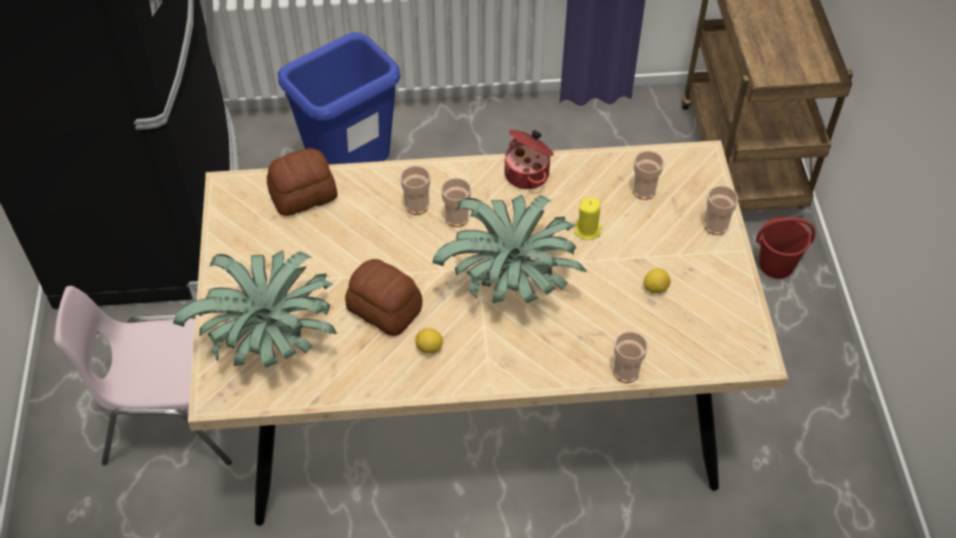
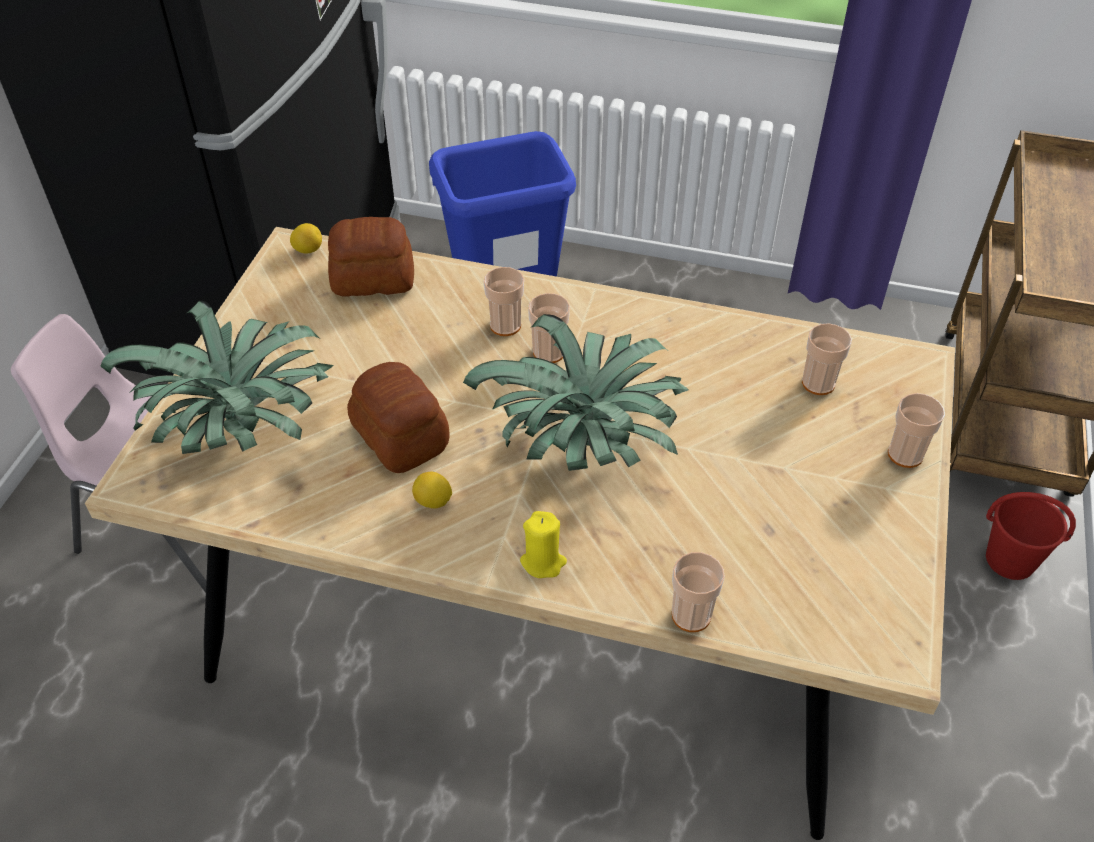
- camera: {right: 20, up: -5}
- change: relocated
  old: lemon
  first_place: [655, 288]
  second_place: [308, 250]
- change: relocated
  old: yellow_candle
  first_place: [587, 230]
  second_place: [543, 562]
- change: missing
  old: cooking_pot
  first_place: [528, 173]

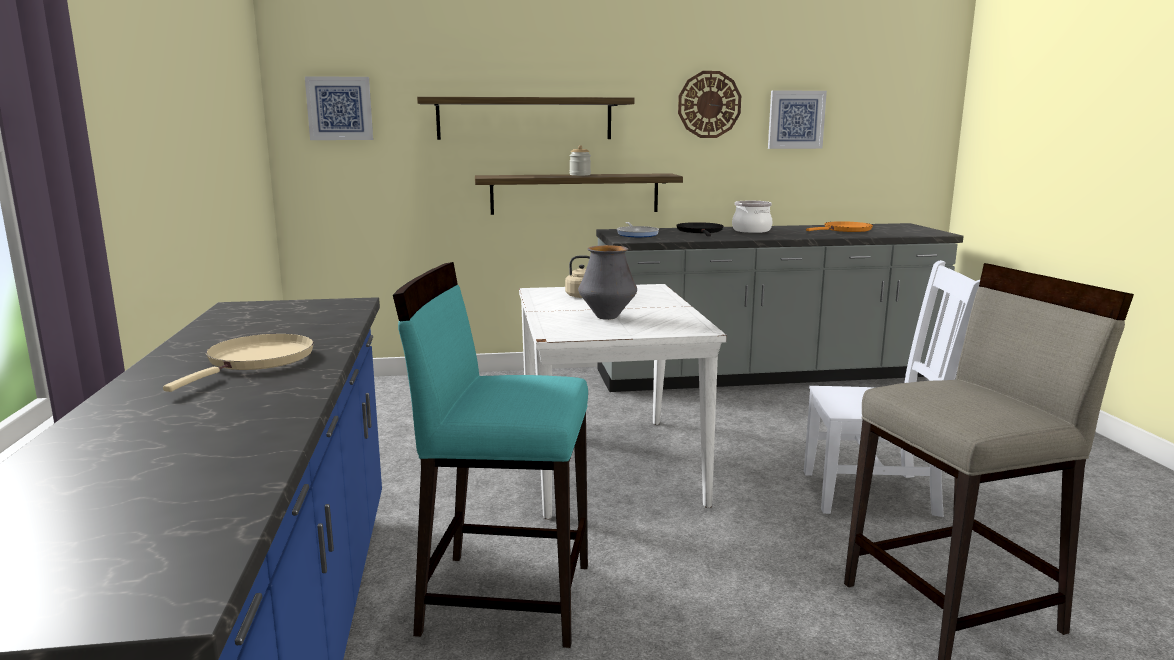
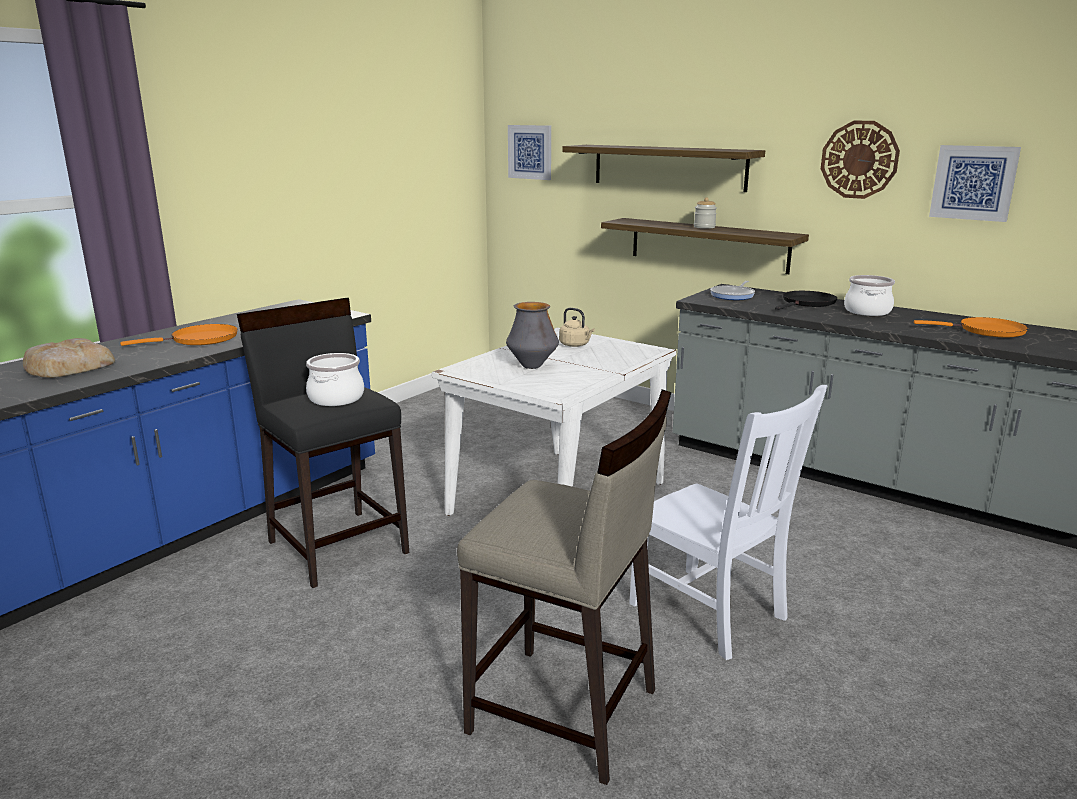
- camera: {right: 45, up: 5}
- change: appeared
  new: bread
  second_place: [67, 366]
- change: colour
  old: beige_frying_pan
  new: orange_frying_pan
  first_place: [257, 361]
  second_place: [200, 339]
- change: colour
  old: turquoise_stool
  new: black_stool
  first_place: [505, 597]
  second_place: [338, 546]
- change: appeared
  new: cooking_pot
  second_place: [336, 398]

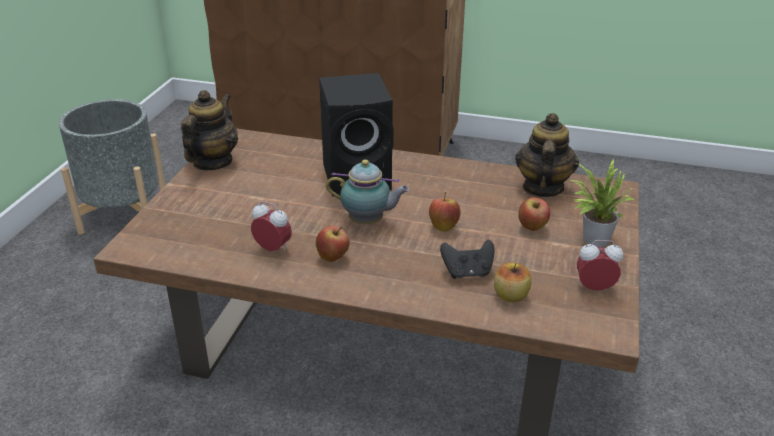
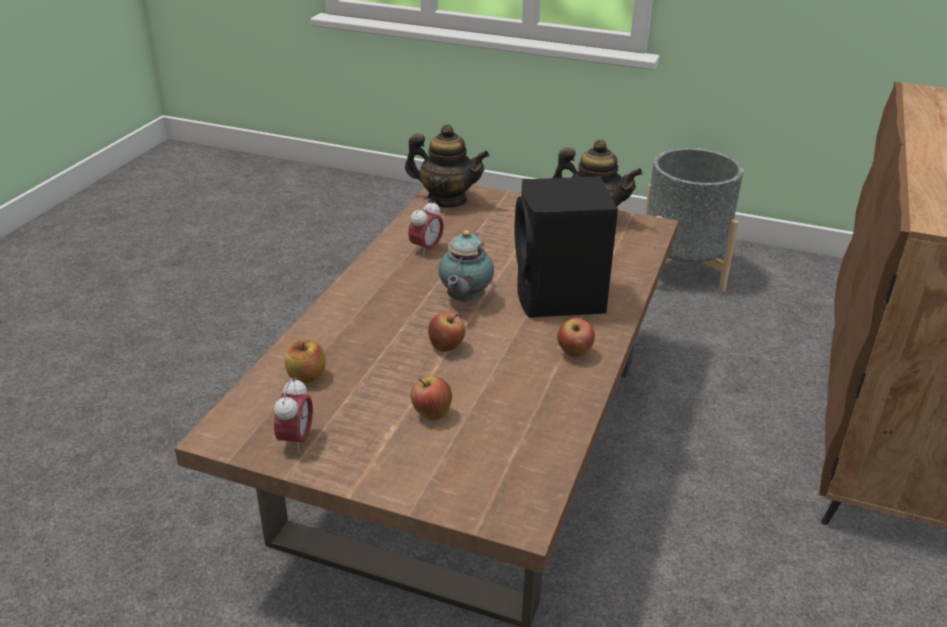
- camera: {right: 95, up: 0}
- change: relocated
  old: teapot
  first_place: [542, 188]
  second_place: [447, 200]
- change: relocated
  old: apple
  first_place: [333, 257]
  second_place: [574, 353]
- change: missing
  old: black_game_controller
  first_place: [467, 272]
- change: missing
  old: potted_plant
  first_place: [592, 239]

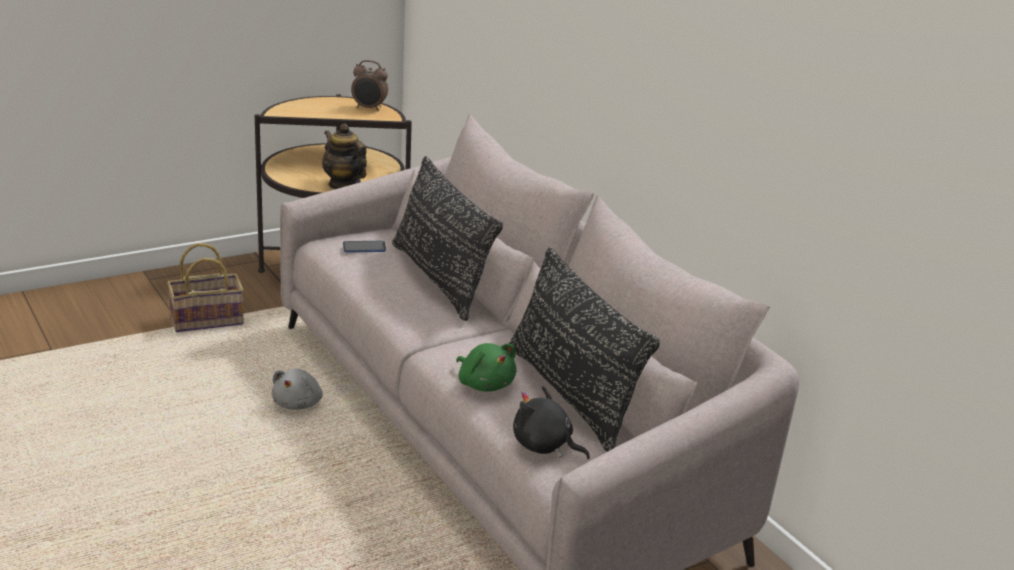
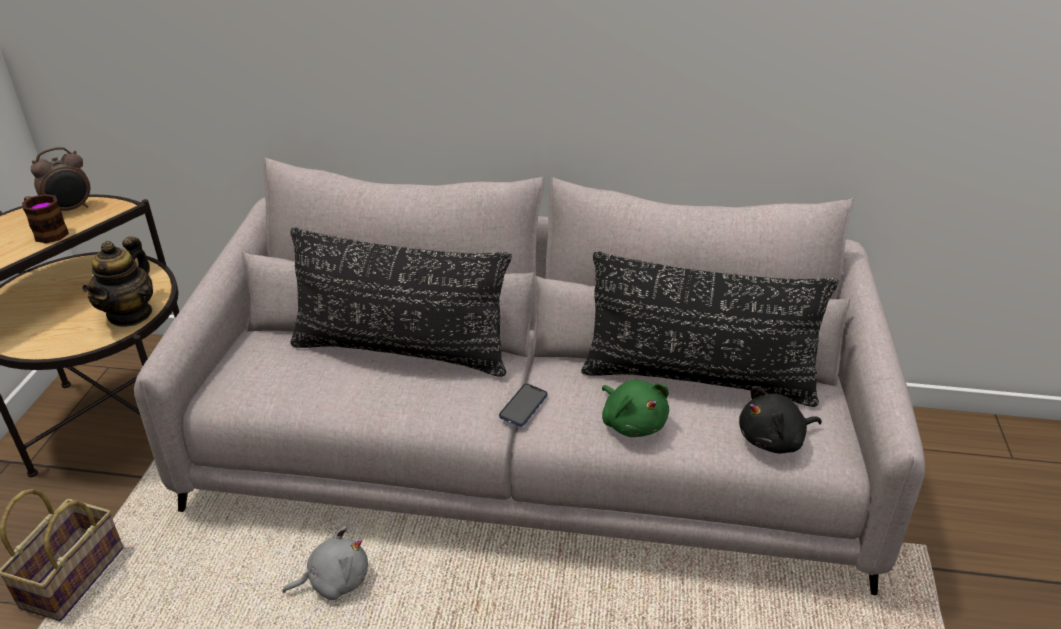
- camera: {right: -50, up: 10}
- change: appeared
  new: mug
  second_place: [47, 232]
- change: spun
  old: teapot
  first_place: [344, 184]
  second_place: [130, 314]
  degrees: -75
- change: spun
  old: grey_plush_toy
  first_place: [298, 404]
  second_place: [334, 581]
  degrees: -75
- change: relocated
  old: phone
  first_place: [364, 248]
  second_place: [523, 406]
- change: spun
  old: green_plush_toy
  first_place: [485, 384]
  second_place: [632, 422]
  degrees: 60

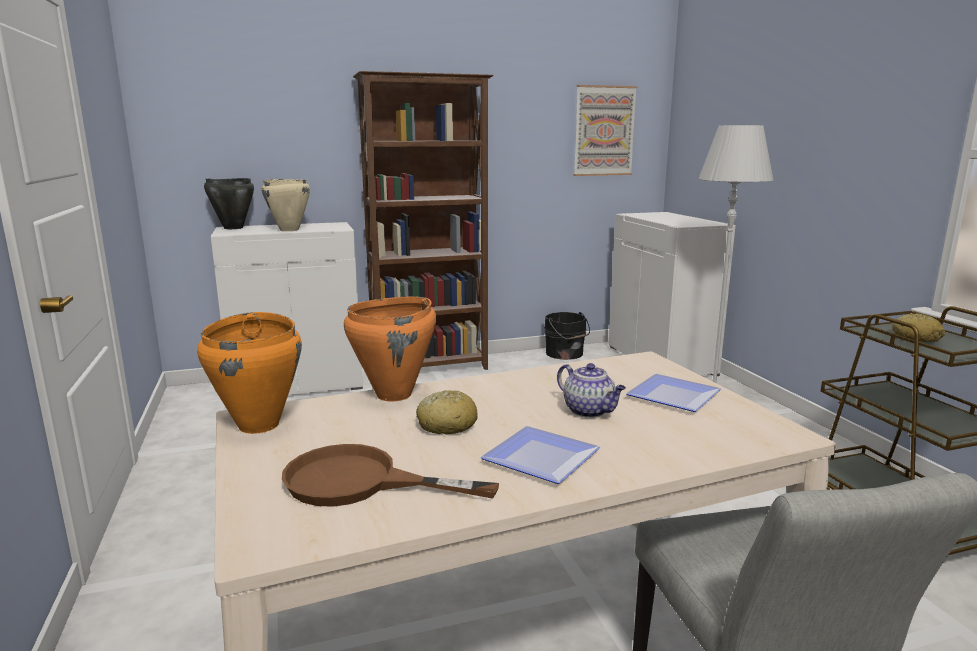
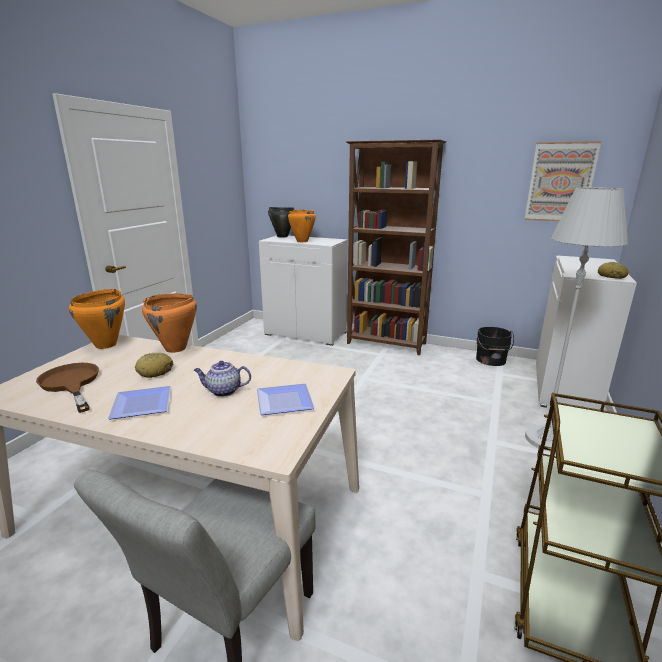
- camera: {right: 40, up: 5}
- change: spun
  old: teapot
  first_place: [590, 411]
  second_place: [223, 391]
  degrees: 90
- change: colour
  old: beige_cooking_pot
  new: orange_cooking_pot
  first_place: [289, 230]
  second_place: [302, 241]
- change: relocated
  old: bread
  first_place: [916, 338]
  second_place: [611, 276]

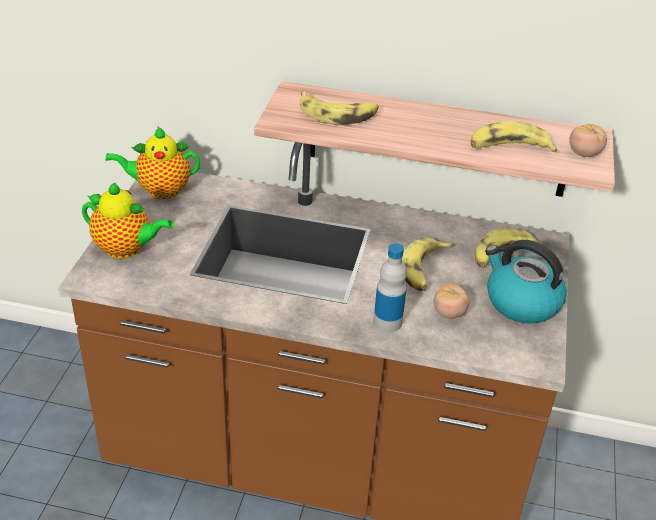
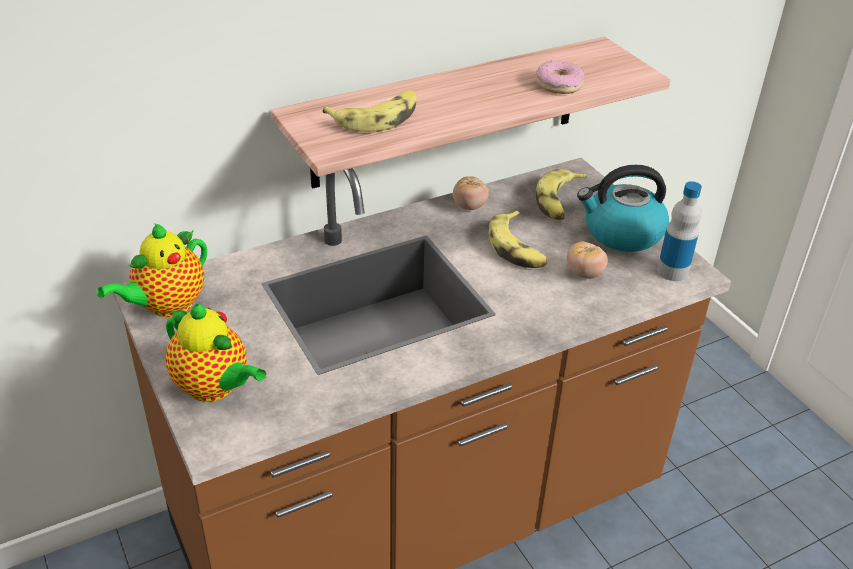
- camera: {right: -40, up: 0}
- change: spun
  old: teapot
  first_place: [126, 249]
  second_place: [215, 388]
  degrees: 60
- change: relocated
  old: tomato
  first_place: [584, 154]
  second_place: [469, 206]
- change: exchanged
  old: banana
  new: donut
  first_place: [509, 148]
  second_place: [559, 85]
- change: relocated
  old: bottle
  first_place: [387, 322]
  second_place: [672, 271]

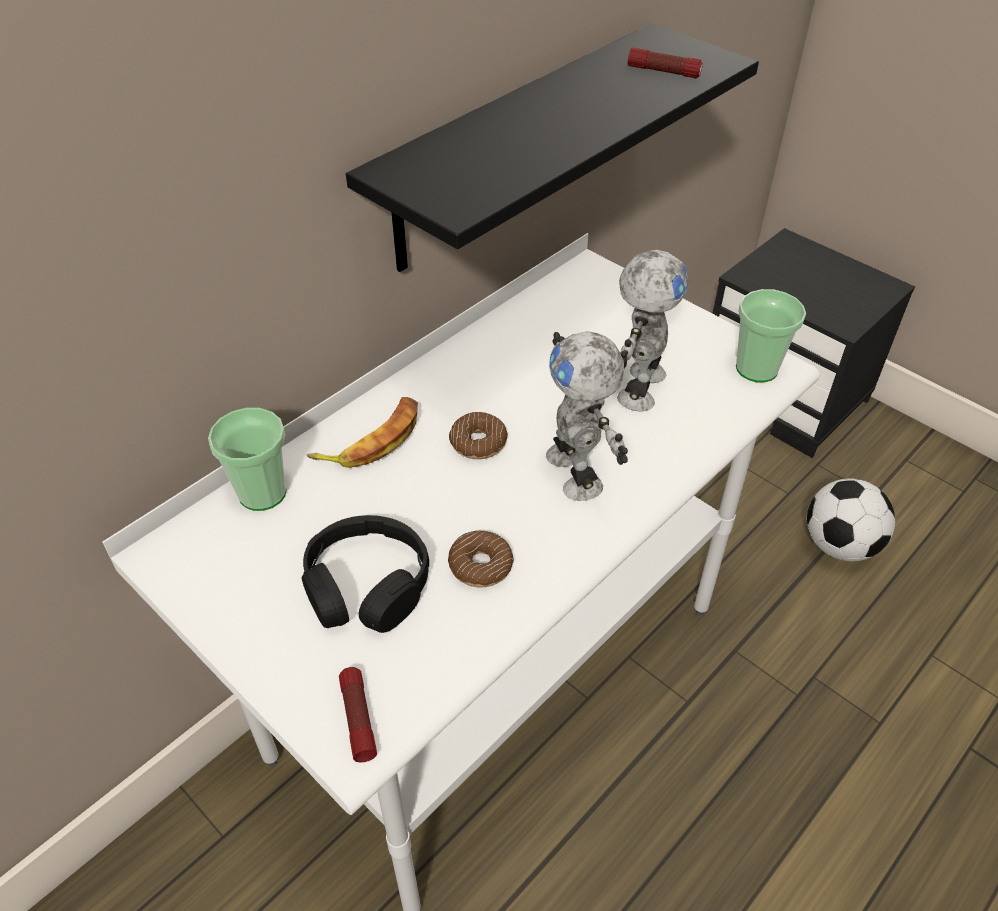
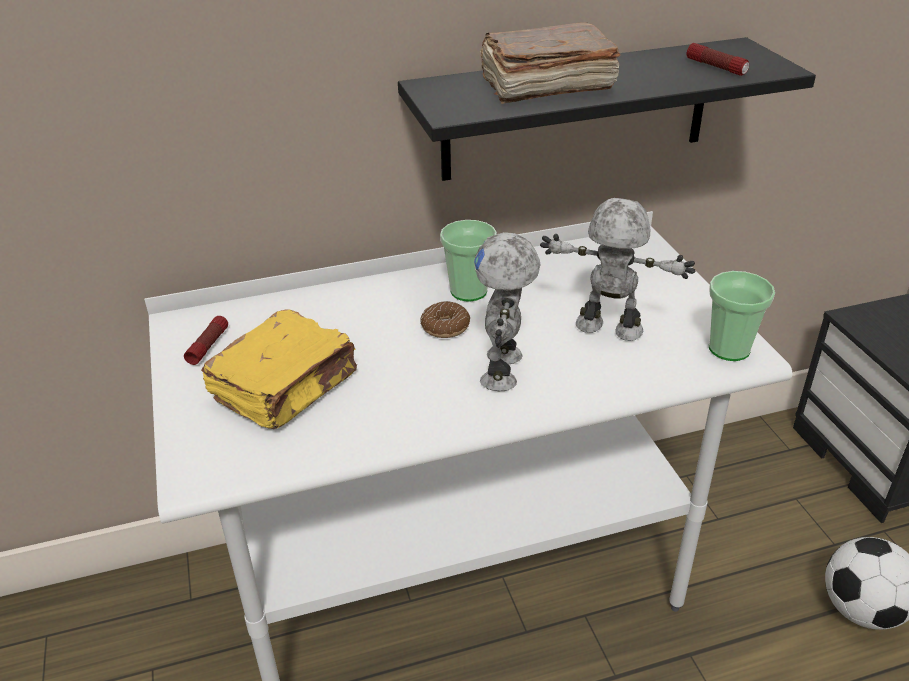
- camera: {right: 30, up: -10}
- change: relocated
  old: flashlight
  first_place: [358, 719]
  second_place: [208, 346]
- change: exchanged
  old: black_headphones
  new: yellow_book
  first_place: [367, 586]
  second_place: [287, 387]
- change: relocated
  old: cup
  first_place: [262, 493]
  second_place: [468, 291]
- change: appeared
  new: brown_book
  second_place: [544, 86]
- change: spun
  old: toy_robot
  first_place: [638, 387]
  second_place: [608, 330]
  degrees: -120
- change: missing
  old: banana
  first_place: [372, 439]
- change: missing
  old: donut
  first_place: [480, 565]

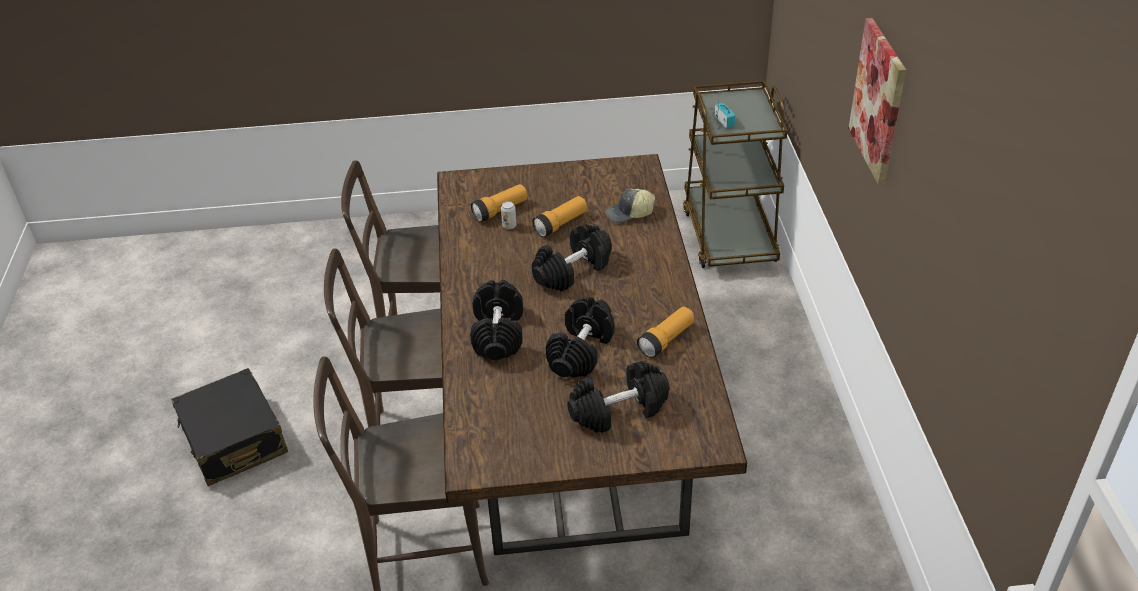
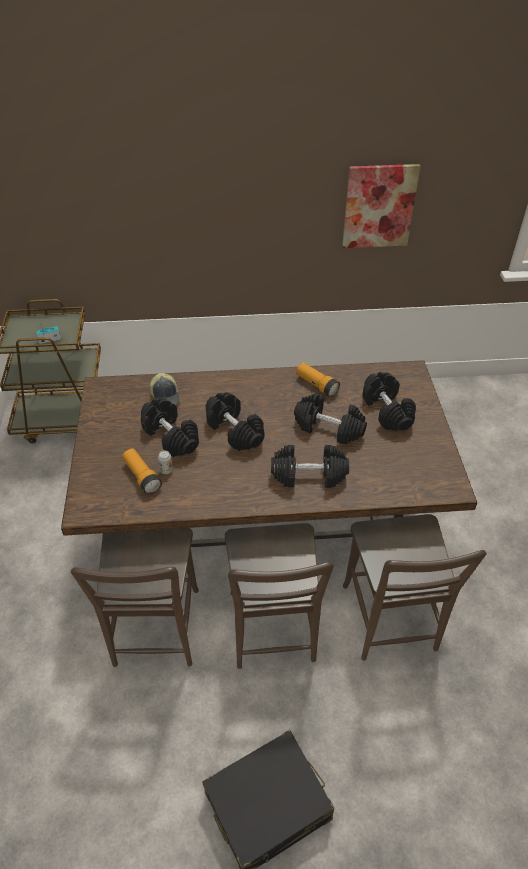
- camera: {right: -90, up: 5}
- change: exchanged
  old: flashlight
  new: black_dumbbell
  first_place: [561, 224]
  second_place: [171, 437]
- change: relocated
  old: picture
  first_place: [878, 101]
  second_place: [379, 206]

